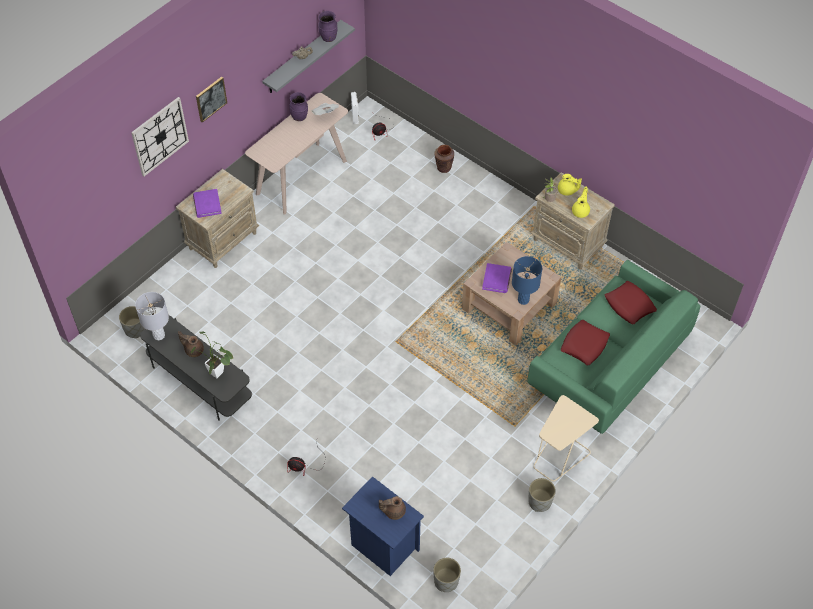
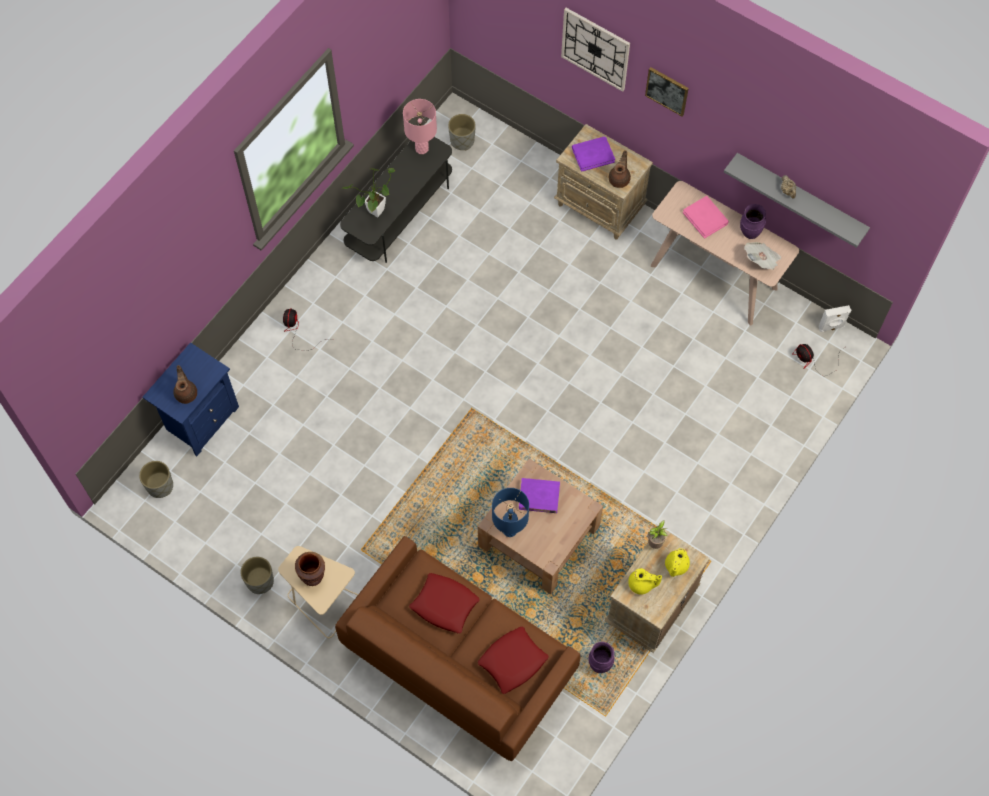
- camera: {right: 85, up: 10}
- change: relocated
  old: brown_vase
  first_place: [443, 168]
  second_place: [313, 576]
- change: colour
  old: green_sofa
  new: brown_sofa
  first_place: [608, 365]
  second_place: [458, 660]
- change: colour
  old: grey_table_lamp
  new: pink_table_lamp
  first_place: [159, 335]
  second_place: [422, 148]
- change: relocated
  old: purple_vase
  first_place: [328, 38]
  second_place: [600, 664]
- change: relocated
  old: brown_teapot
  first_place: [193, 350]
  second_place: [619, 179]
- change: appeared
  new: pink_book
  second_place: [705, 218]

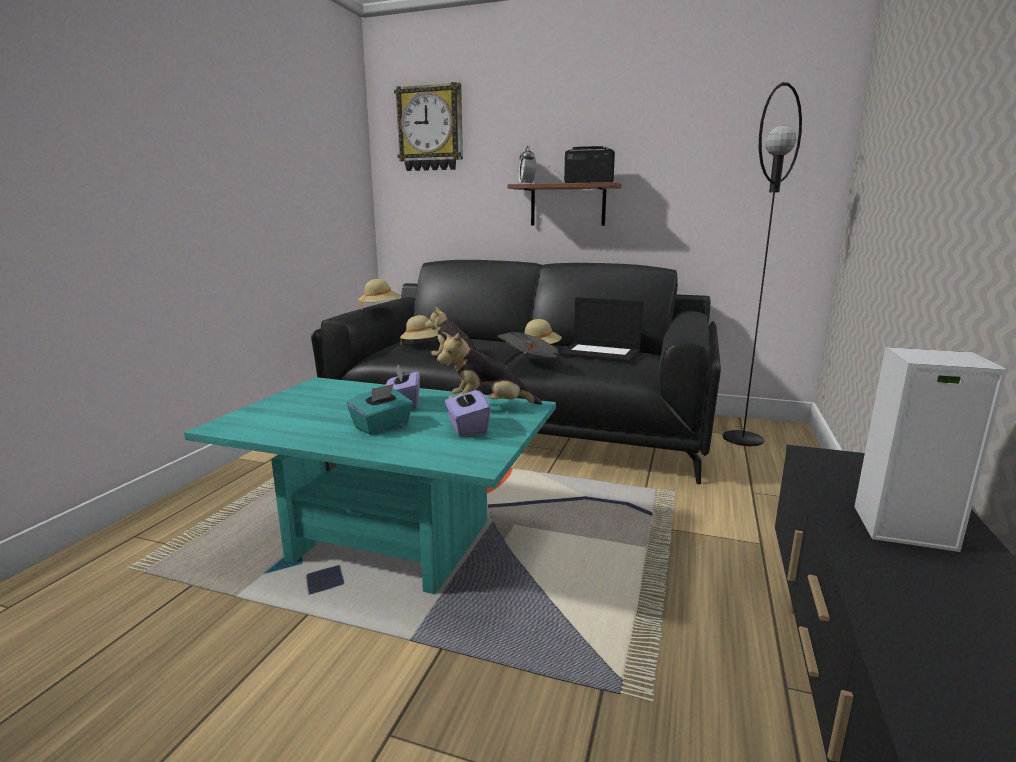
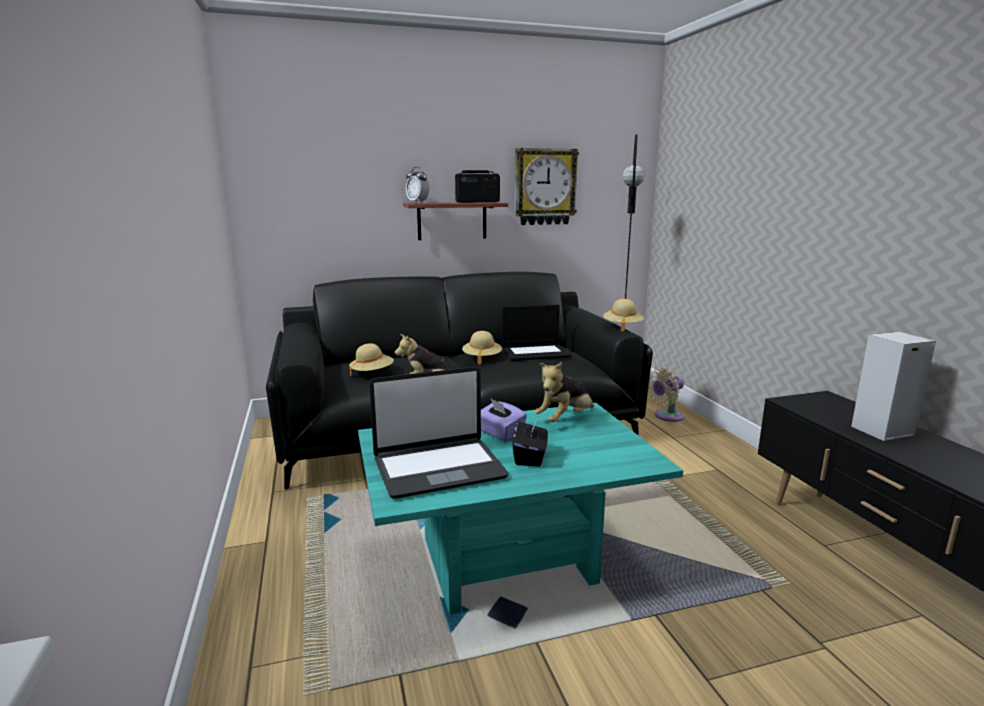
- camera: {right: -35, up: 0}
- change: appeared
  new: laptop
  second_place: [438, 468]
- change: colour
  old: turquoise_tissue_box
  new: black_tissue_box
  first_place: [382, 426]
  second_place: [530, 457]
- change: relocated
  old: wall_clock
  first_place: [430, 129]
  second_place: [544, 187]
- change: relocated
  old: beige_hat
  first_place: [380, 308]
  second_place: [622, 326]
- change: appeared
  new: beige_fan
  second_place: [666, 416]
- change: missing
  old: purple_tissue_box
  first_place: [467, 428]
- change: missing
  old: newspaper
  first_place: [531, 362]

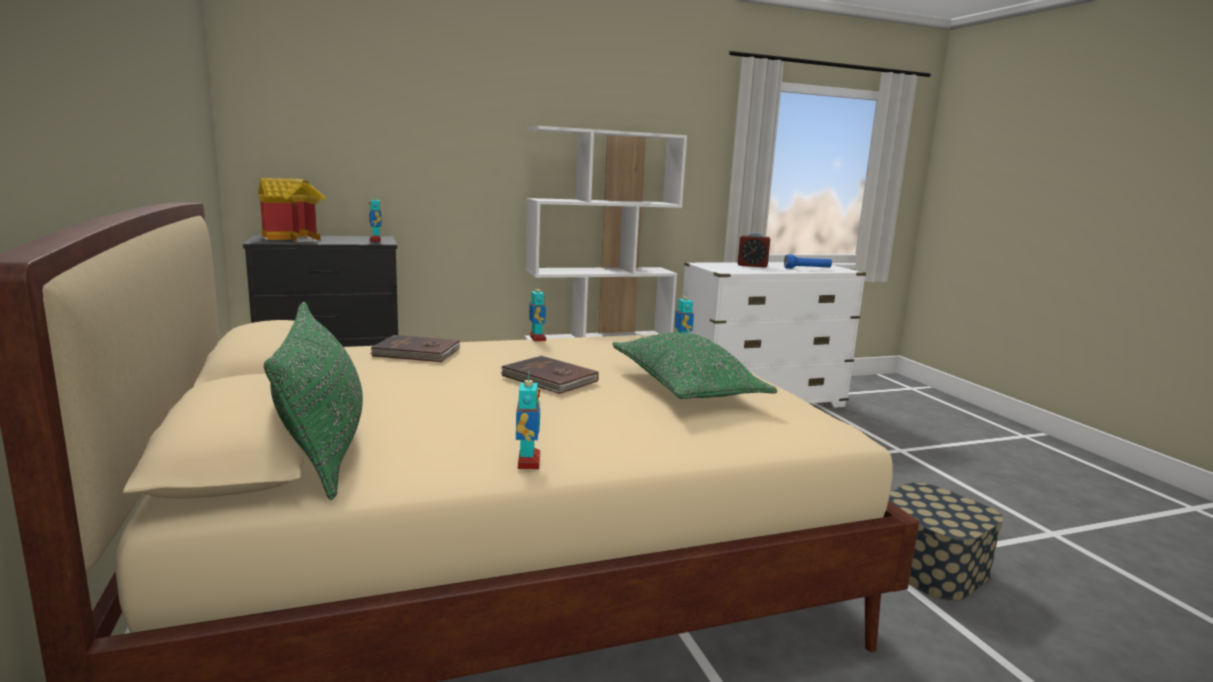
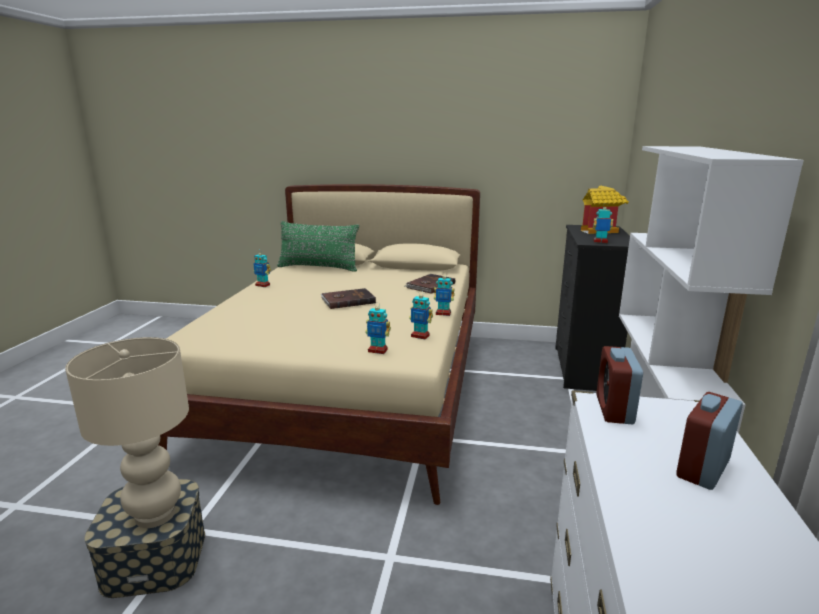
- camera: {right: 120, up: 5}
- change: appeared
  new: beige_table_lamp
  second_place: [155, 514]
- change: appeared
  new: toy_robot
  second_place: [420, 336]
- change: appeared
  new: alarm_clock
  second_place: [614, 410]
- change: missing
  old: green_pillow
  first_place: [685, 388]
- change: missing
  old: blue_flashlight
  first_place: [807, 269]

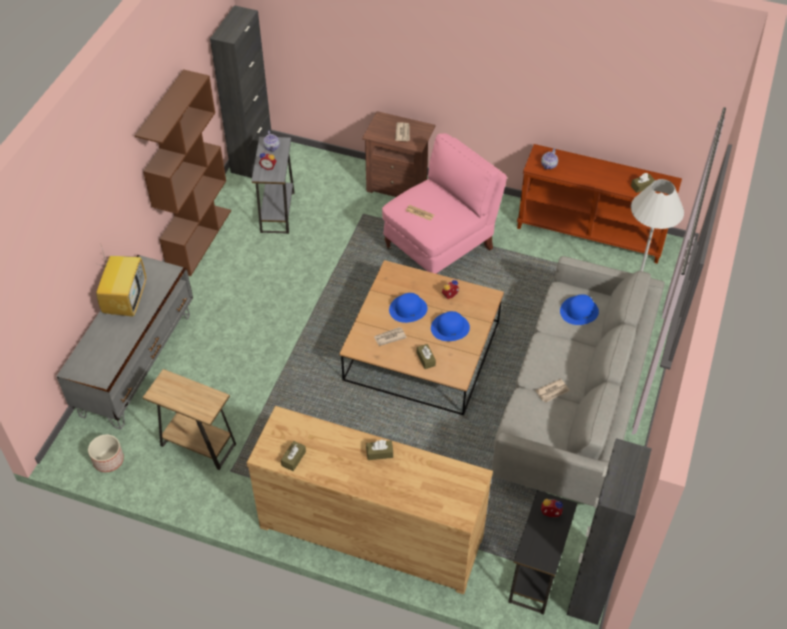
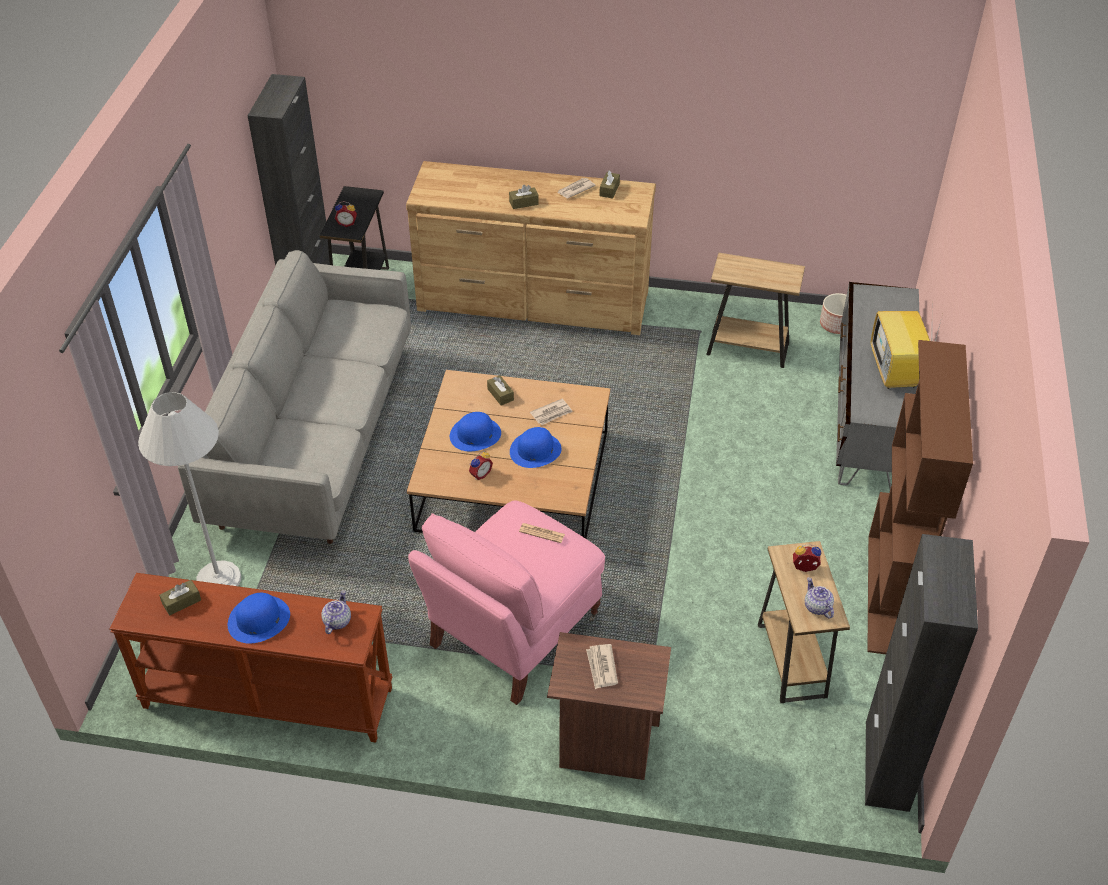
- camera: {right: 170, up: -5}
- change: relocated
  old: blue_hat
  first_place: [579, 311]
  second_place: [258, 620]
- change: relocated
  old: newspaper
  first_place: [552, 391]
  second_place: [575, 189]
- change: colour
  old: grey_side_table
  new: brown_side_table
  first_place: [277, 212]
  second_place: [791, 660]

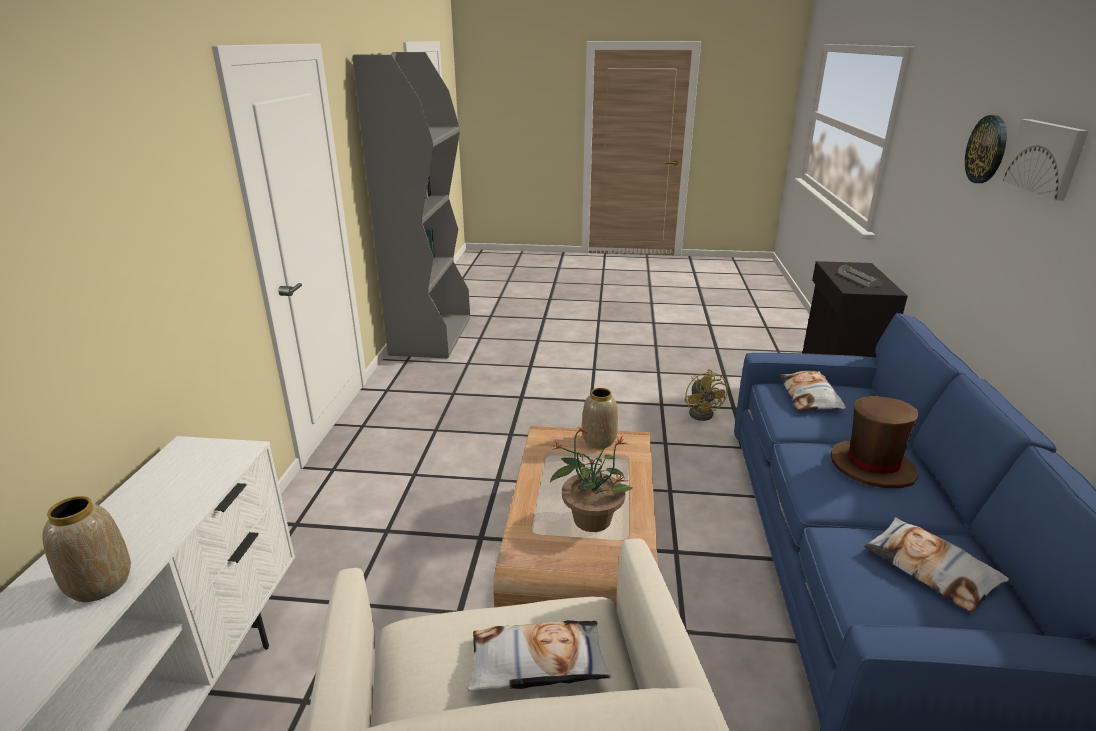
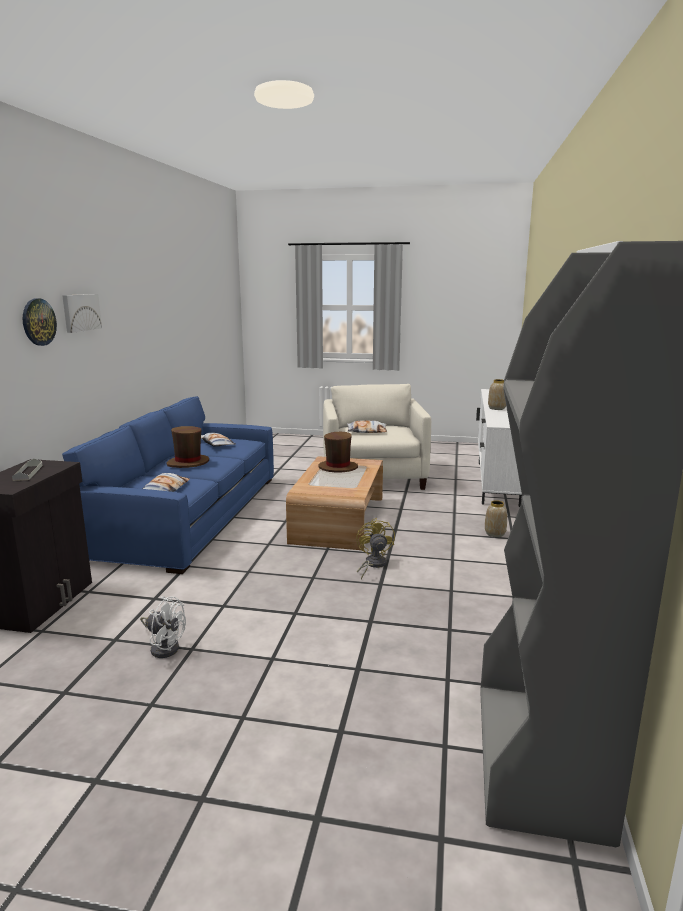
- camera: {right: -175, up: -10}
- change: appeared
  new: white_fan
  second_place: [164, 647]
- change: exchanged
  old: potted_plant
  new: brown_hat
  first_place: [591, 519]
  second_place: [338, 468]
- change: relocated
  old: yellow_fan
  first_place: [703, 412]
  second_place: [373, 565]
- change: relocated
  old: vase
  first_place: [599, 441]
  second_place: [494, 533]

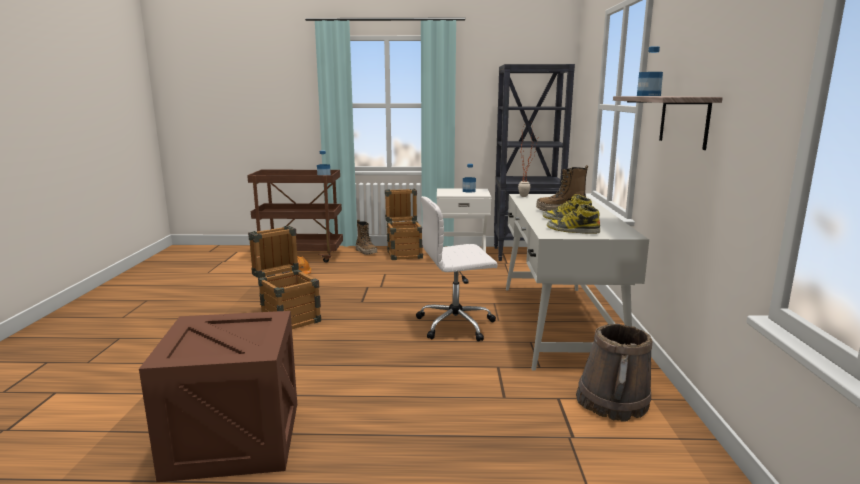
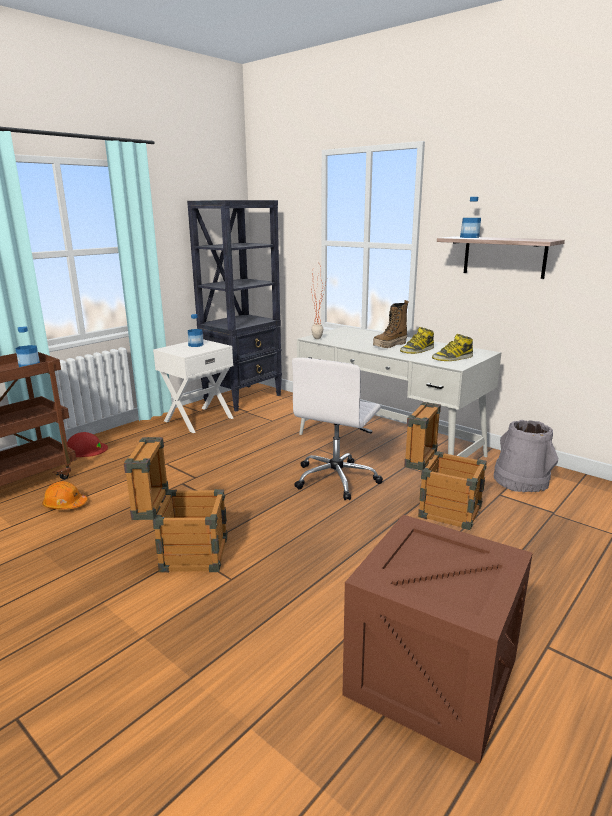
- camera: {right: -50, up: 5}
- change: exchanged
  old: boot
  new: red_hard_hat
  first_place: [366, 252]
  second_place: [85, 449]
- change: relocated
  old: crate
  first_place: [404, 253]
  second_place: [441, 509]
- change: colour
  old: brown_bucket
  new: grey_bucket
  first_place: [612, 402]
  second_place: [521, 480]

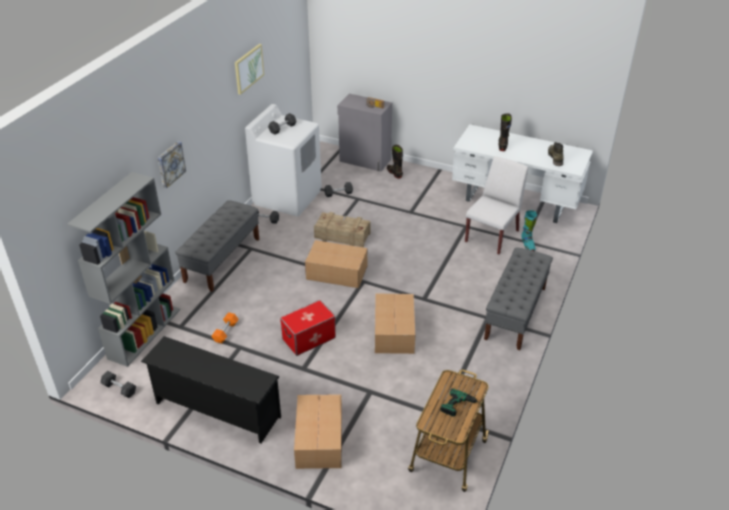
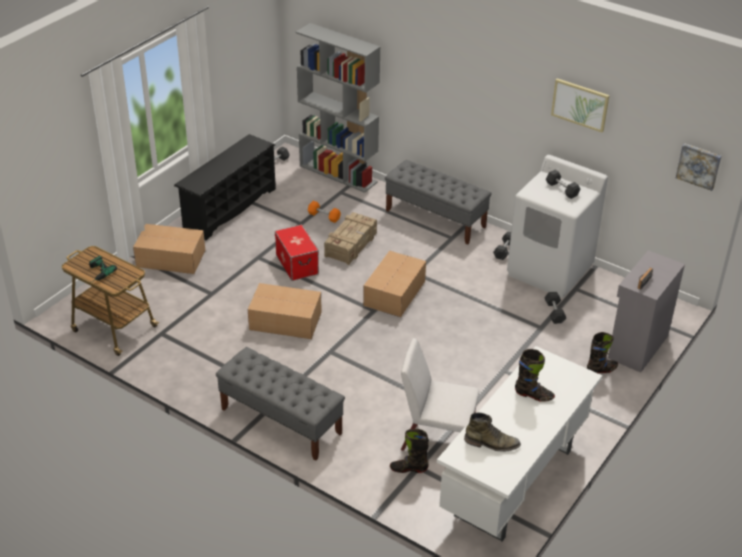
- camera: {right: 100, up: 0}
- change: relocated
  old: crate
  first_place: [342, 235]
  second_place: [351, 244]
- change: colour
  old: turquoise_boot
  new: black_boot
  first_place: [527, 245]
  second_place: [408, 468]
- change: spun
  old: white_chair
  first_place: [492, 236]
  second_place: [436, 437]
  degrees: 150
- change: relocated
  old: picture
  first_place: [170, 164]
  second_place: [699, 166]

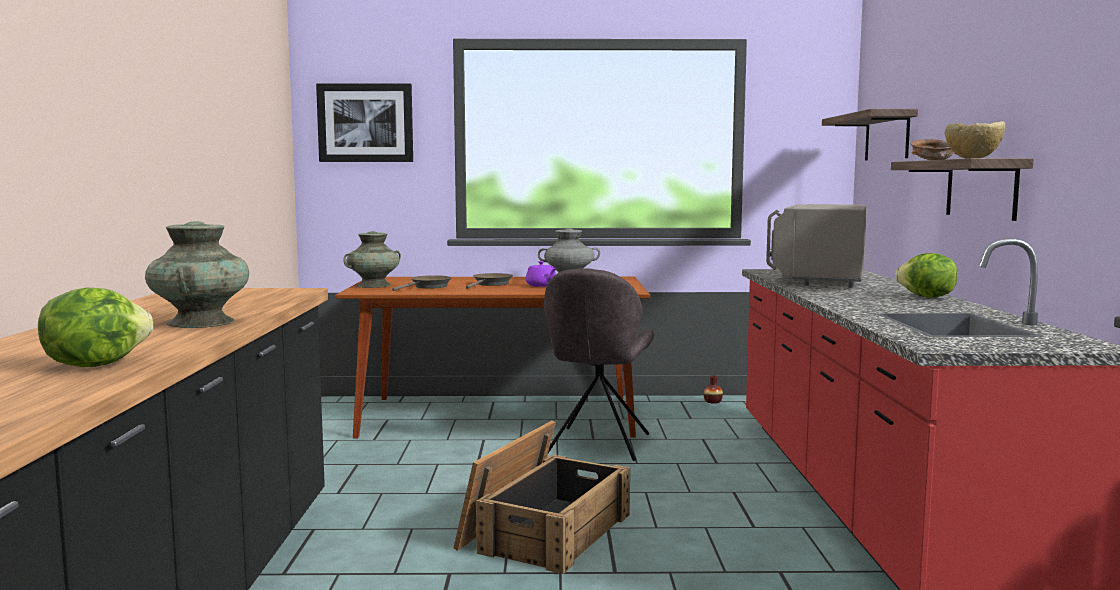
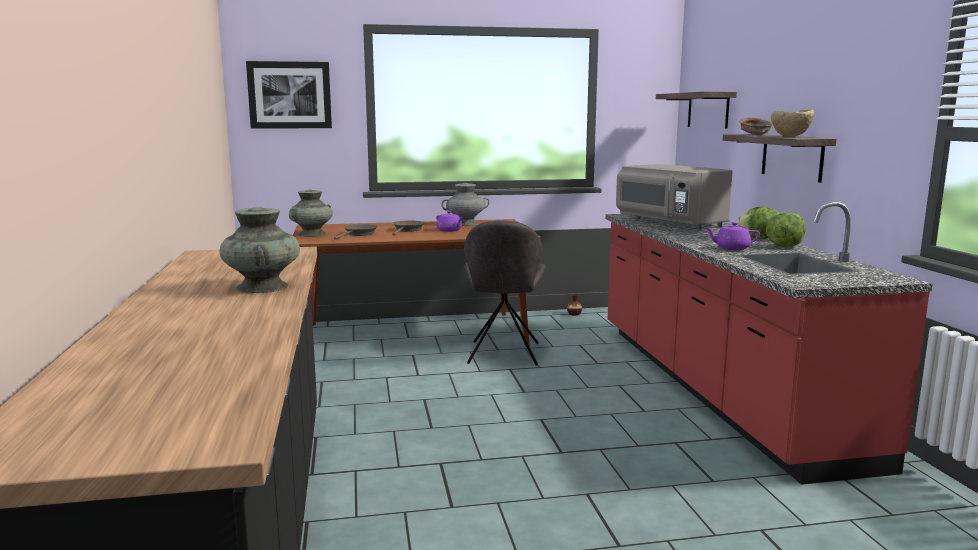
- camera: {right: -10, up: 5}
- change: spun
  old: grey_microwave
  first_place: [819, 279]
  second_place: [670, 223]
  degrees: -45
- change: appeared
  new: purple_teapot
  second_place: [731, 248]
- change: relocated
  old: lettuce
  first_place: [95, 365]
  second_place: [784, 246]
- change: missing
  old: crate
  first_place: [544, 530]

